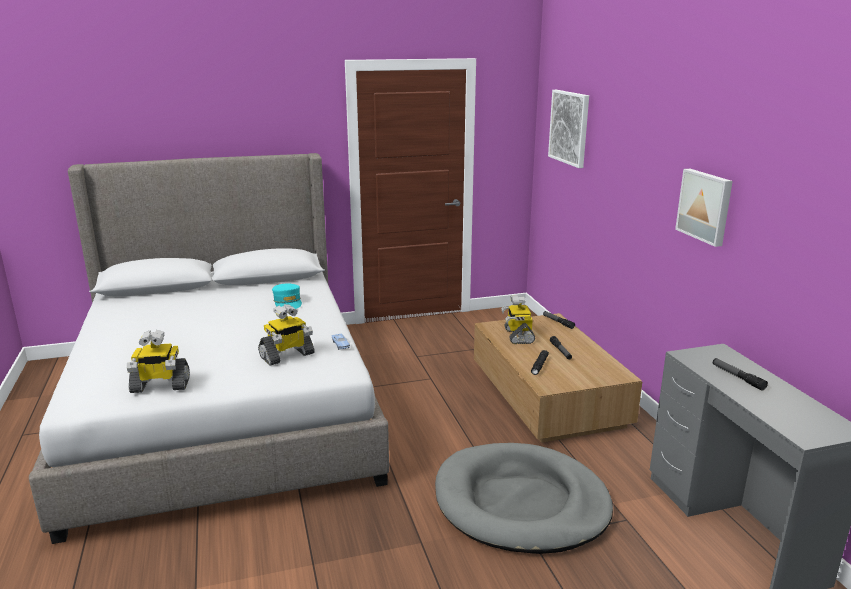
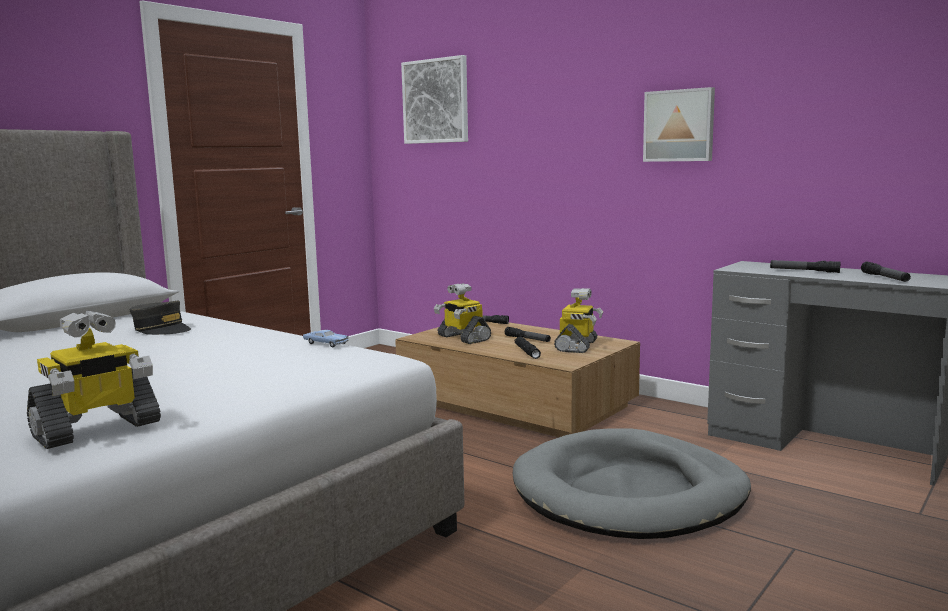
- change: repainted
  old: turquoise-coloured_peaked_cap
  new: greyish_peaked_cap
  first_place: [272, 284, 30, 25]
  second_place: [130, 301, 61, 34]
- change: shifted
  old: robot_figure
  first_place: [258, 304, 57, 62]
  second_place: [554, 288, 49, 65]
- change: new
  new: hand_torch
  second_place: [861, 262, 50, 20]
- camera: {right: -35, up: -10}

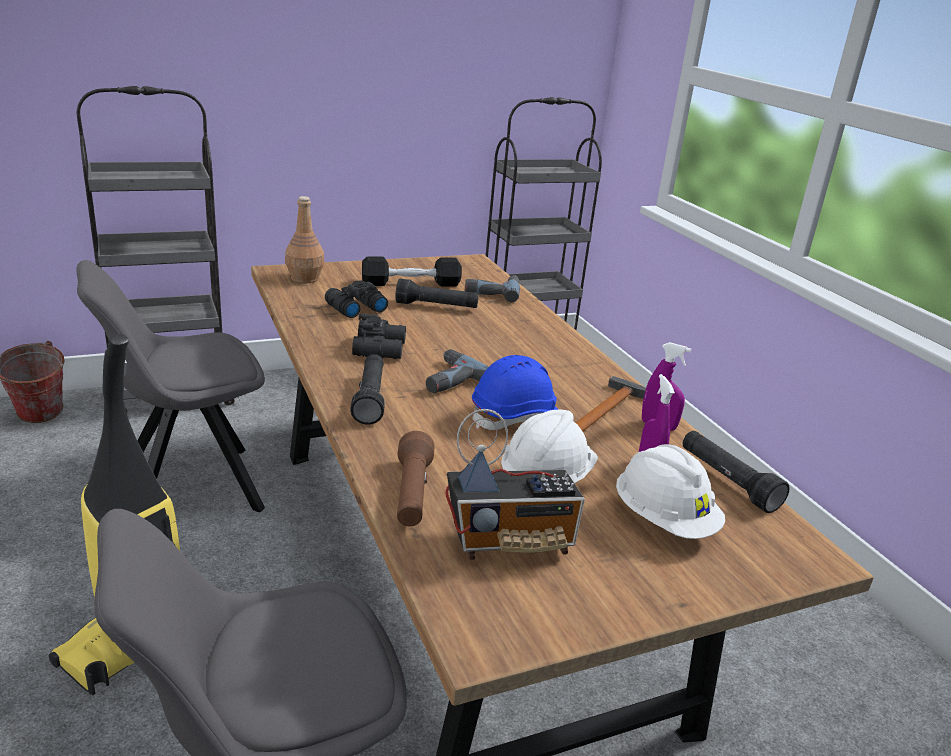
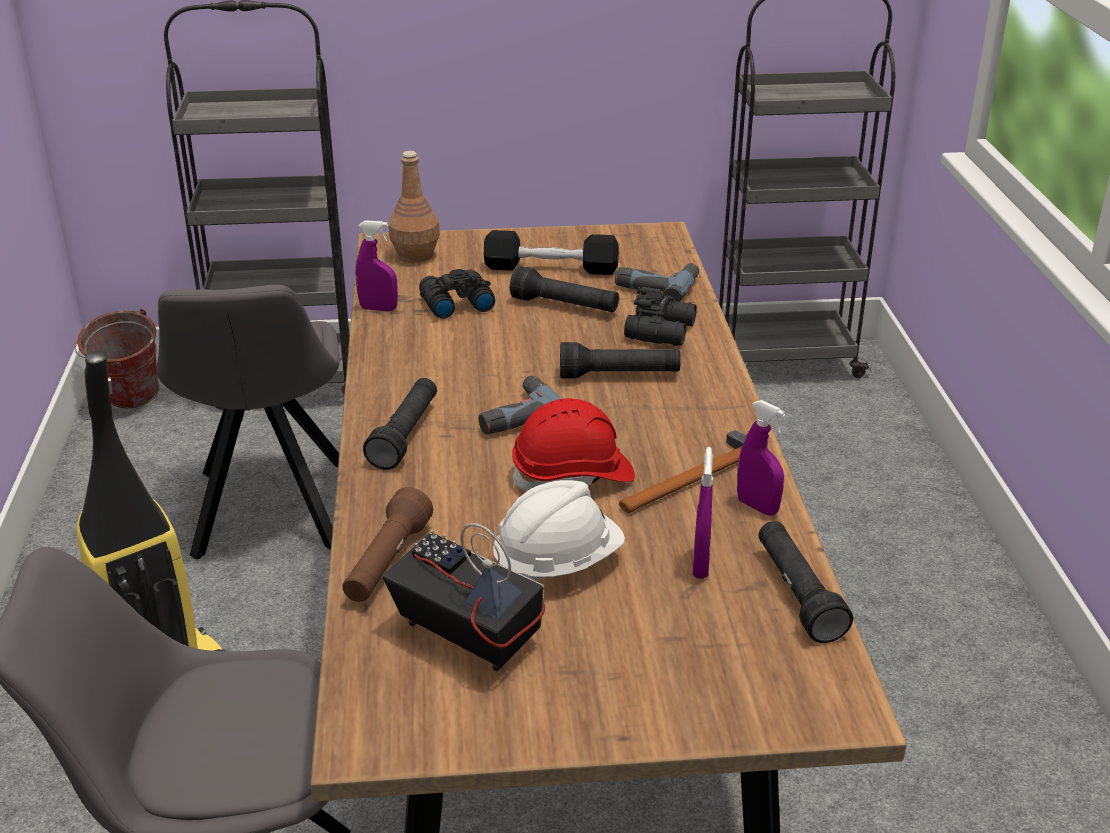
- change: rotated
  old: greyish_upright_chair
  first_place: [76, 260, 189, 252]
  second_place: [156, 285, 184, 275]
  degrees: -90
- change: shifted
  old: black_pair_of_binoculars
  first_place: [352, 313, 54, 46]
  second_place: [624, 286, 73, 60]
- change: repainted
  old: blue_safety_helmet
  new: reddish_safety_helmet
  first_place: [472, 355, 86, 75]
  second_place: [512, 398, 123, 93]
- change: rotated
  old: radio
  first_place: [446, 409, 139, 151]
  second_place: [382, 523, 163, 149]
  degrees: -150
- change: gone
  old: whitish_safety_helmet
  first_place: [616, 444, 109, 95]
- change: new
  new: purple_hand_sprayer
  second_place: [356, 220, 42, 91]
- change: new
  new: black_hand_torch
  second_place: [560, 342, 121, 36]
- camera: {right: 20, up: 5}

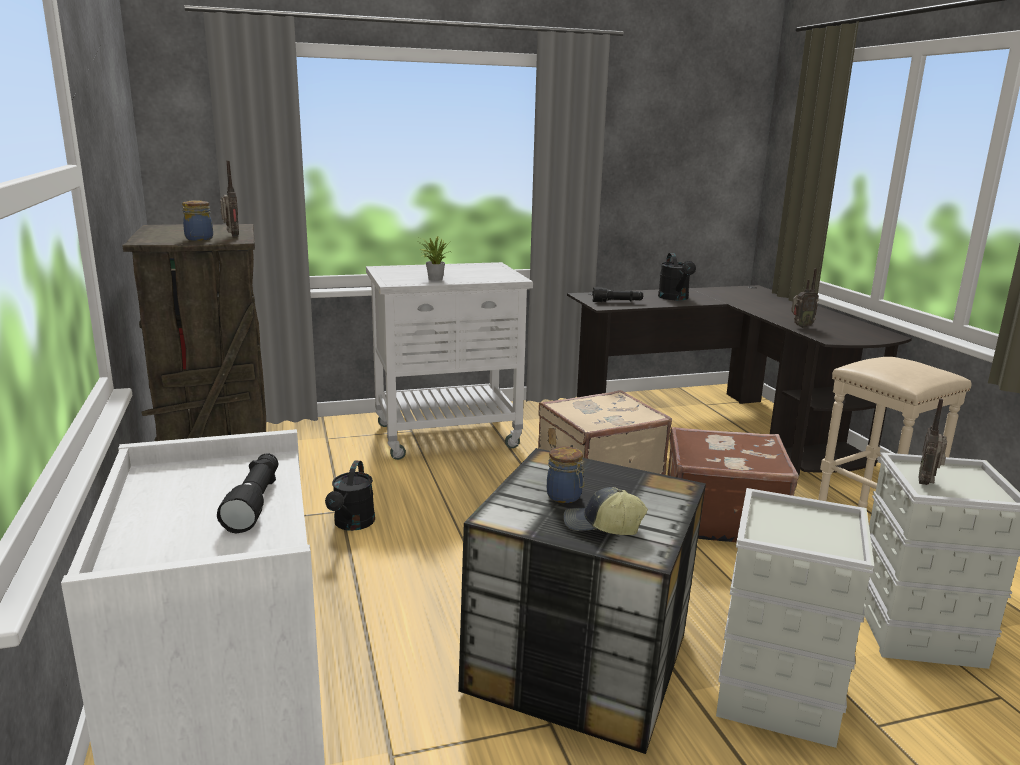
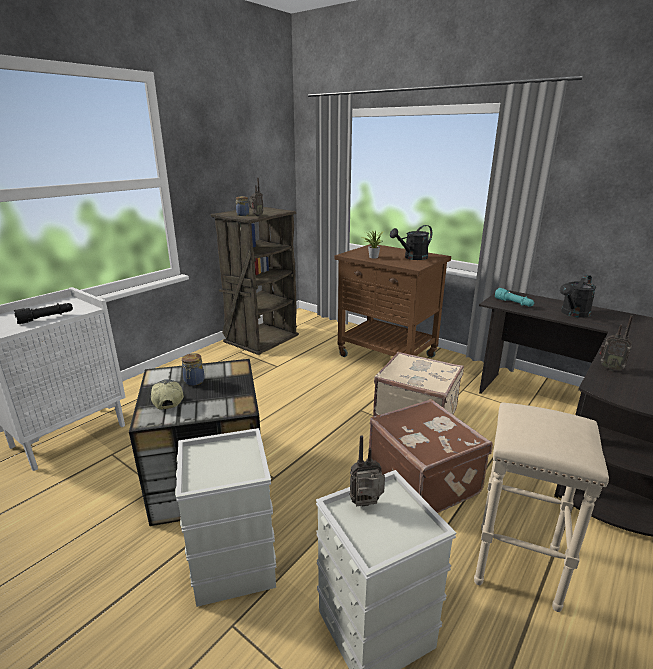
- change: repainted
  old: whitish_cart
  new: brown-coloured_cart
  first_place: [366, 262, 167, 198]
  second_place: [335, 244, 116, 114]
- change: repainted
  old: black_hand_torch
  new: turquoise-coloured_hand_torch
  first_place: [592, 287, 51, 15]
  second_place: [495, 288, 39, 19]
- change: shifted
  old: black_watering_can
  first_place: [325, 460, 50, 71]
  second_place: [390, 225, 42, 35]
- camera: {right: 55, up: 5}

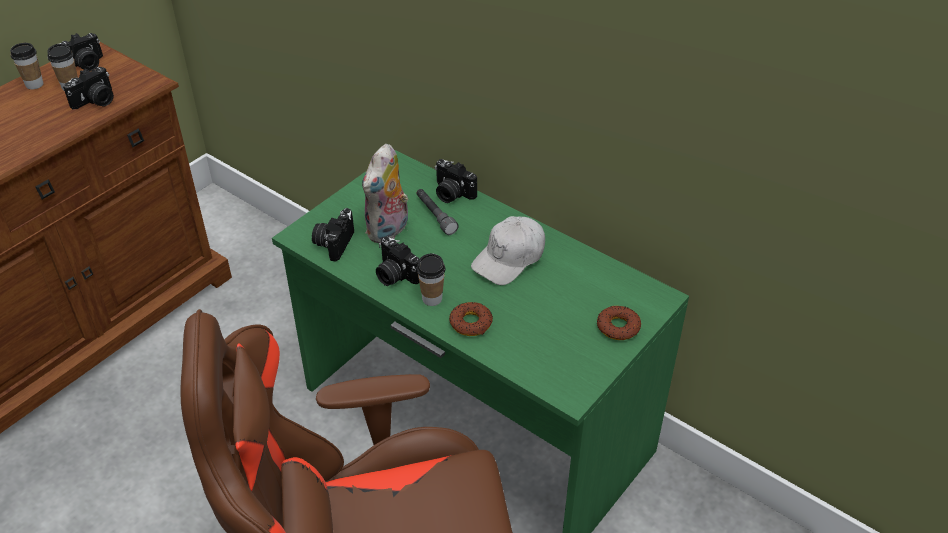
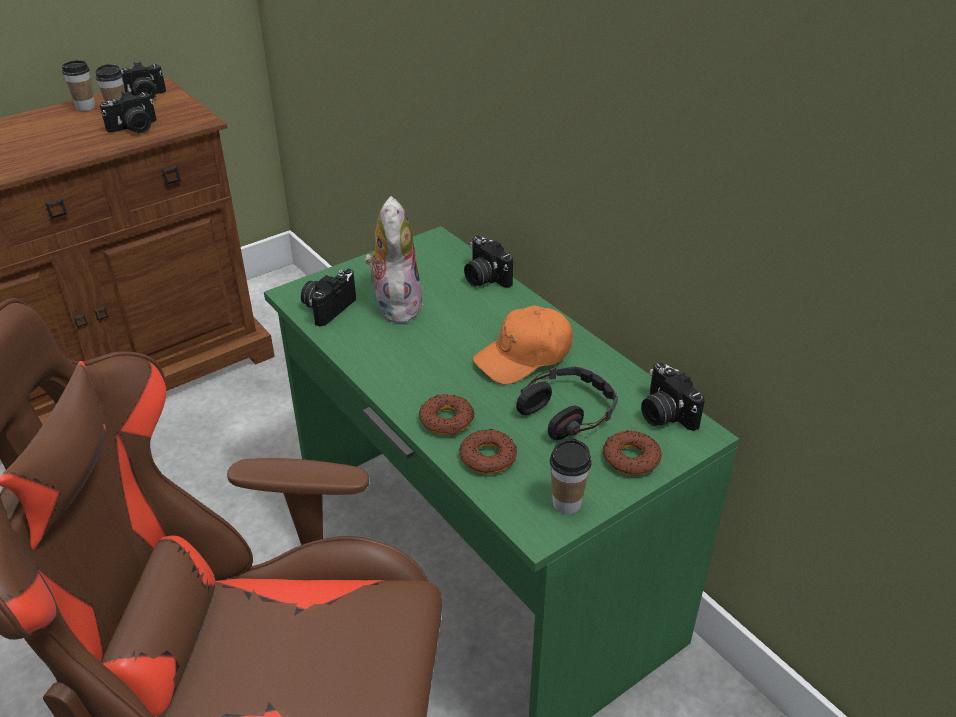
- change: rotated
  old: soft_toy
  first_place: [362, 144, 46, 99]
  second_place: [364, 196, 59, 128]
  degrees: 135
- change: gone
  old: greyish_hand_torch
  first_place: [416, 189, 43, 46]
- change: repainted
  old: whitish_peaked_cap
  new: orangey_peaked_cap
  first_place: [471, 216, 74, 69]
  second_place: [473, 306, 100, 79]
- change: shifted
  old: still_camera
  first_place: [376, 236, 43, 50]
  second_place: [641, 362, 64, 69]
- change: shifted
  old: drinking_cup
  first_place: [417, 253, 28, 53]
  second_place: [550, 439, 42, 75]
- change: new
  new: headphones
  second_place: [516, 366, 102, 74]
- change: new
  new: ring_doughnut
  second_place: [459, 429, 58, 45]
- camera: {right: 15, up: -5}

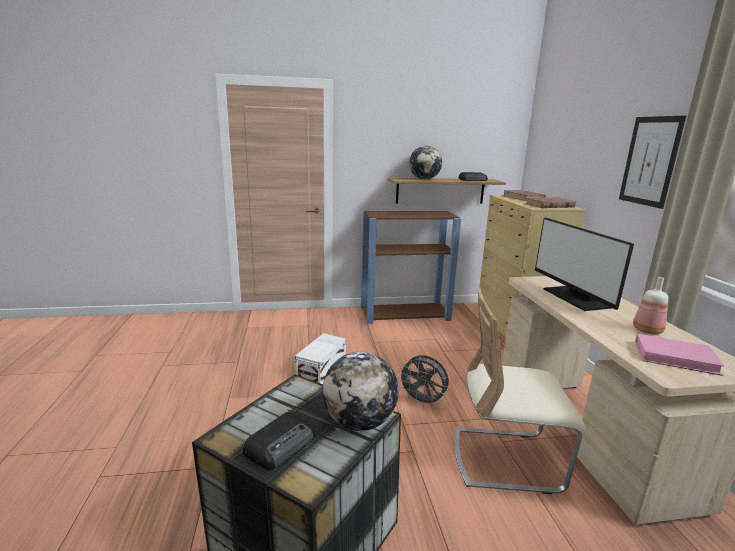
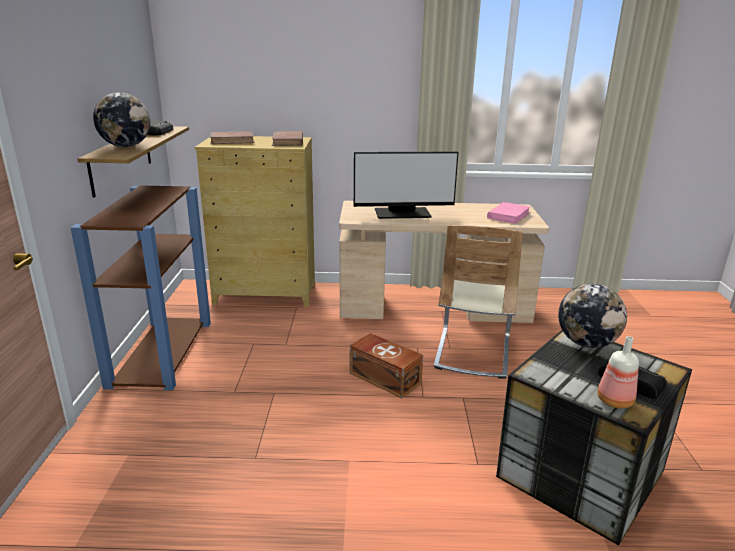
- change: gone
  old: wall_art
  first_place: [619, 115, 67, 94]
- change: shifted
  old: bottle
  first_place: [633, 277, 35, 57]
  second_place: [597, 336, 42, 73]
- change: gone
  old: whitish_storage_container
  first_place: [295, 333, 51, 51]
- change: swapped
  old: greyish_cooling_fan
  new: brown-coloured_storage_container
  first_place: [397, 355, 52, 52]
  second_place: [350, 333, 73, 65]
- camera: {right: -80, up: 5}

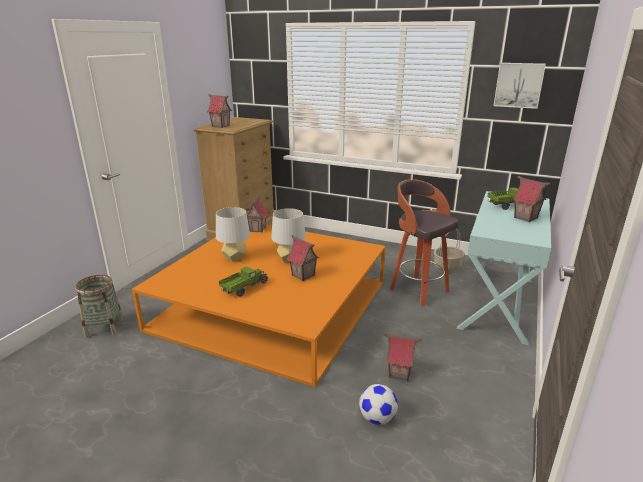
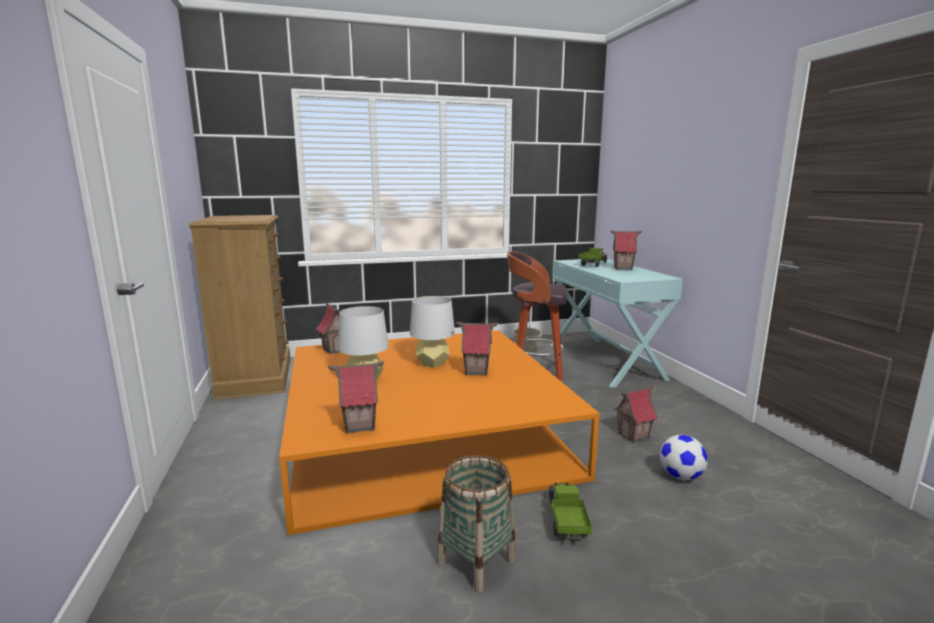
- change: gone
  old: wall_art
  first_place: [494, 63, 52, 46]
- change: shifted
  old: miniature_house
  first_place: [207, 94, 25, 34]
  second_place: [328, 361, 56, 73]
- change: shifted
  old: toy_truck
  first_place: [219, 267, 50, 30]
  second_place: [548, 483, 44, 58]
- change: shifted
  old: household_basket
  first_place: [76, 275, 48, 63]
  second_place: [437, 455, 79, 138]
- camera: {right: -40, up: -10}

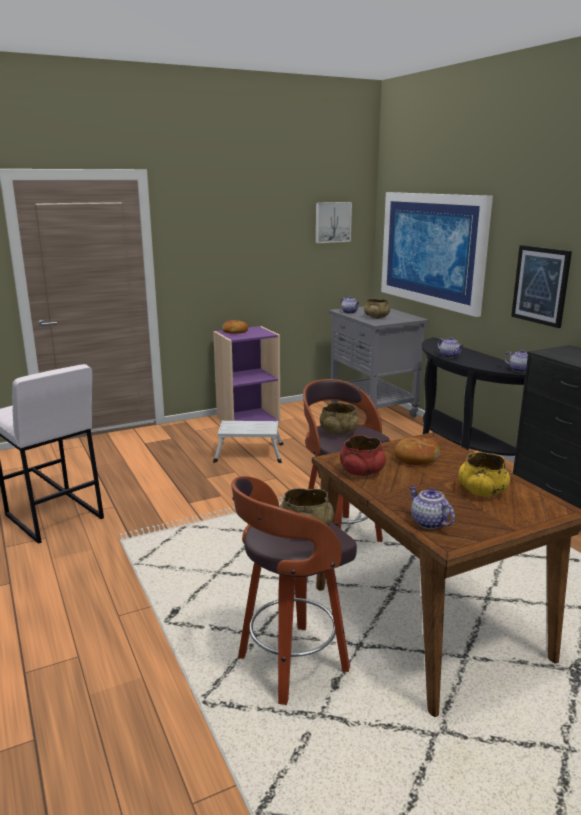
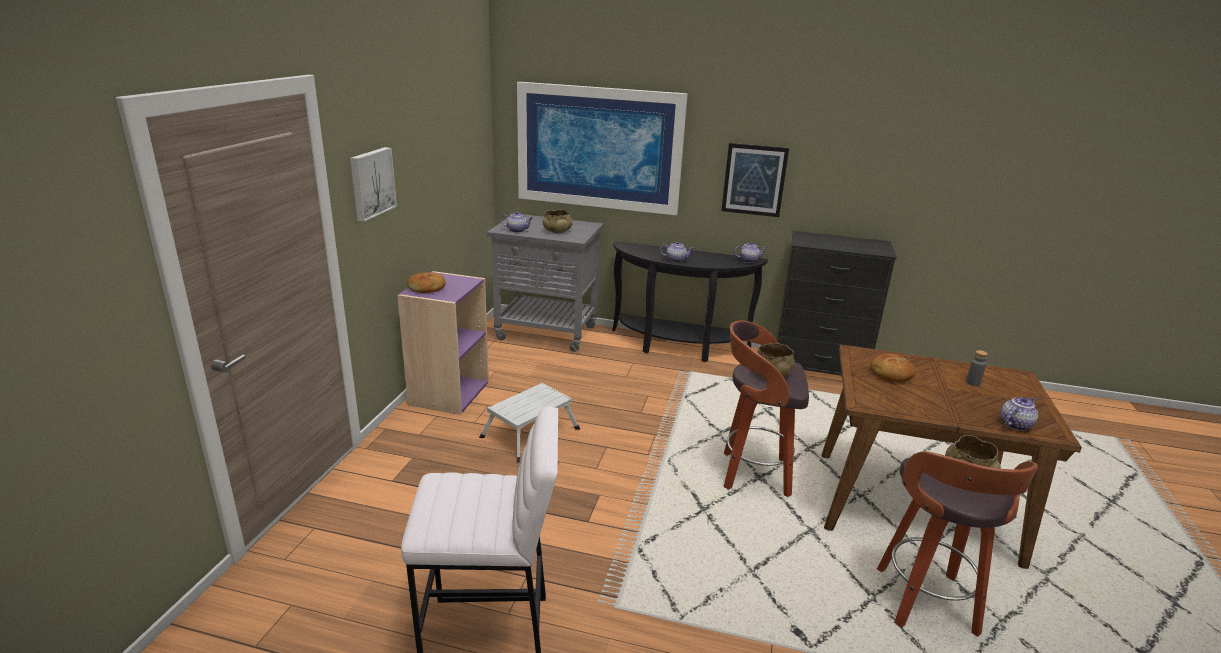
- change: shifted
  old: wall_art
  first_place: [316, 202, 36, 41]
  second_place: [350, 147, 47, 75]
- change: gone
  old: reddish_serving_bowl
  first_place: [340, 435, 46, 41]
- change: swapped
  old: yellowish_serving_bowl
  new: greyish_bottle
  first_place: [458, 452, 52, 44]
  second_place: [966, 350, 22, 36]
- change: rotated
  old: teapot
  first_place: [409, 486, 46, 43]
  second_place: [1001, 397, 37, 34]
  degrees: 135
- camera: {right: -50, up: 5}

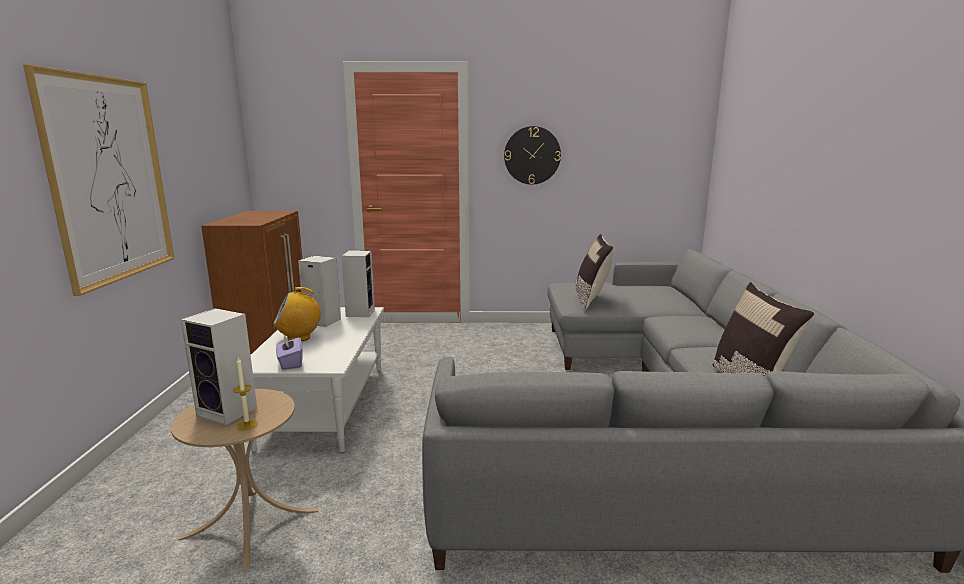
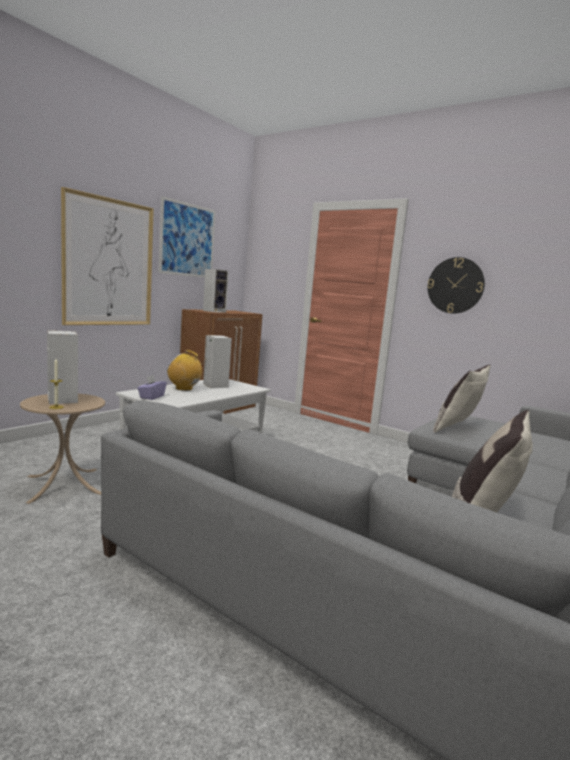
- change: shifted
  old: loudspeaker
  first_place: [341, 251, 34, 66]
  second_place: [203, 268, 26, 45]
- change: new
  new: wall_art
  second_place: [158, 196, 58, 82]
- camera: {right: 35, up: -5}

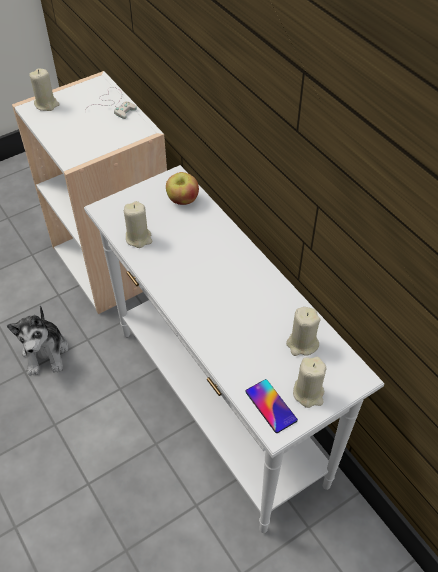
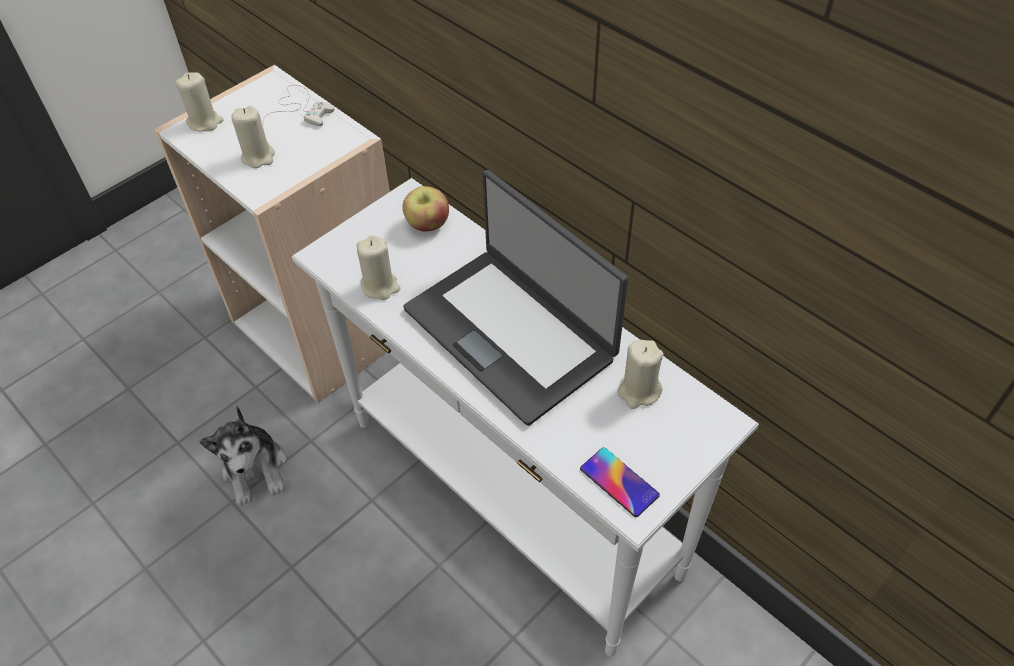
- change: shifted
  old: sand-coloured_wax_light
  first_place: [293, 357, 33, 51]
  second_place: [231, 106, 44, 62]
- change: new
  new: laptop
  second_place: [403, 170, 225, 256]
- camera: {right: -10, up: 0}

